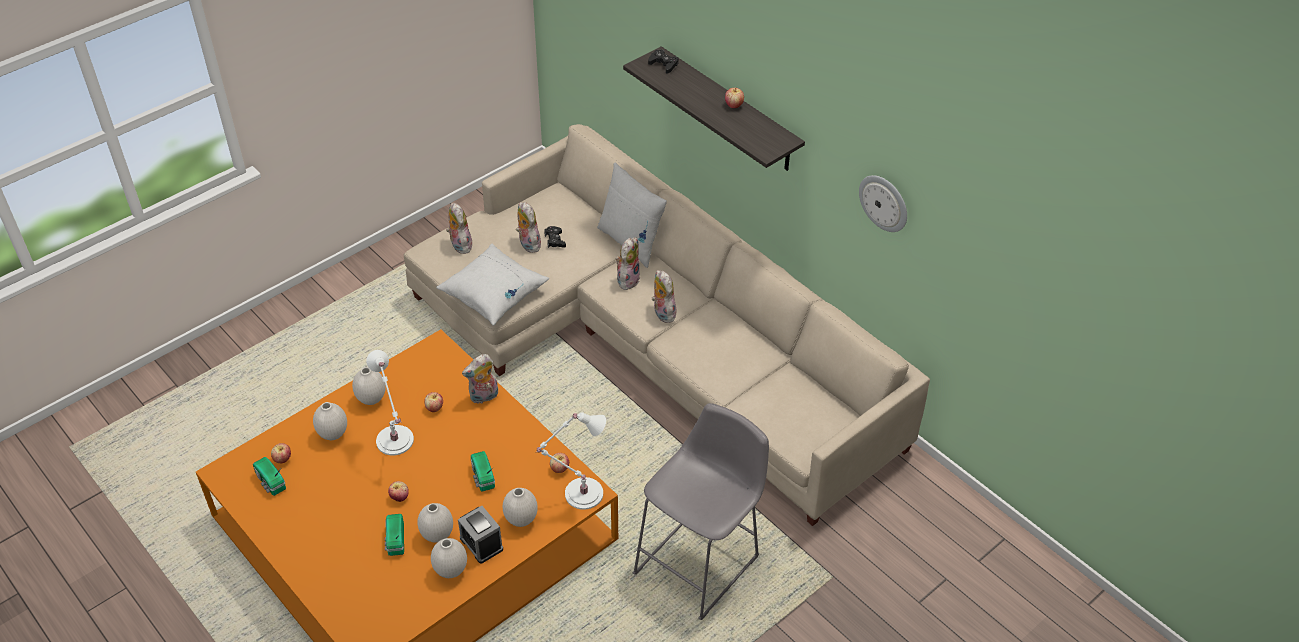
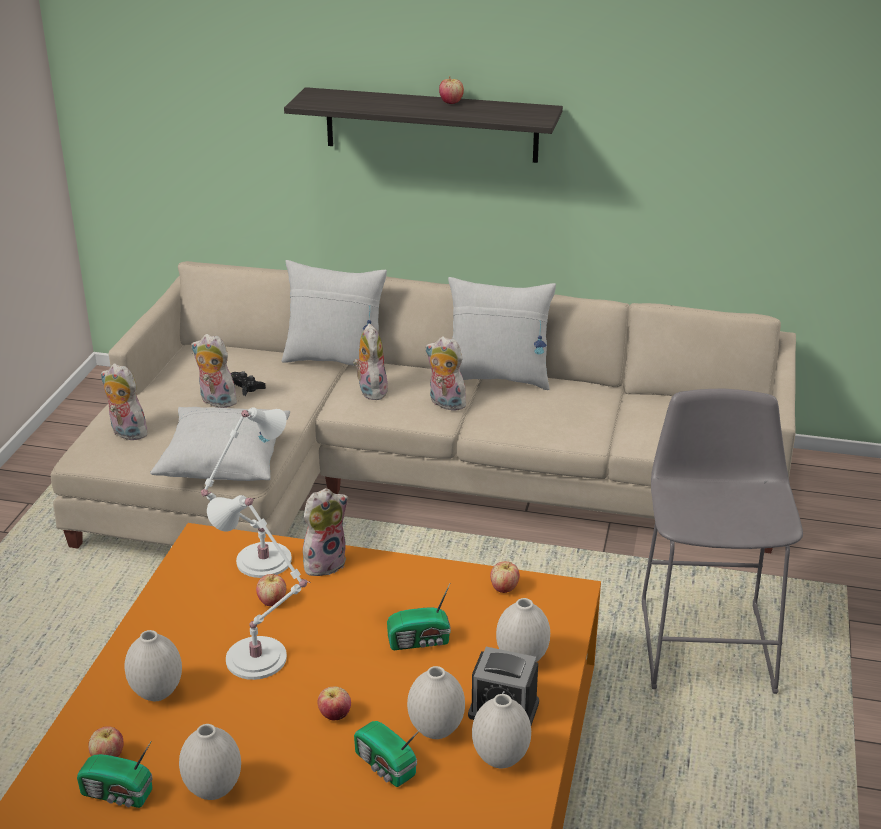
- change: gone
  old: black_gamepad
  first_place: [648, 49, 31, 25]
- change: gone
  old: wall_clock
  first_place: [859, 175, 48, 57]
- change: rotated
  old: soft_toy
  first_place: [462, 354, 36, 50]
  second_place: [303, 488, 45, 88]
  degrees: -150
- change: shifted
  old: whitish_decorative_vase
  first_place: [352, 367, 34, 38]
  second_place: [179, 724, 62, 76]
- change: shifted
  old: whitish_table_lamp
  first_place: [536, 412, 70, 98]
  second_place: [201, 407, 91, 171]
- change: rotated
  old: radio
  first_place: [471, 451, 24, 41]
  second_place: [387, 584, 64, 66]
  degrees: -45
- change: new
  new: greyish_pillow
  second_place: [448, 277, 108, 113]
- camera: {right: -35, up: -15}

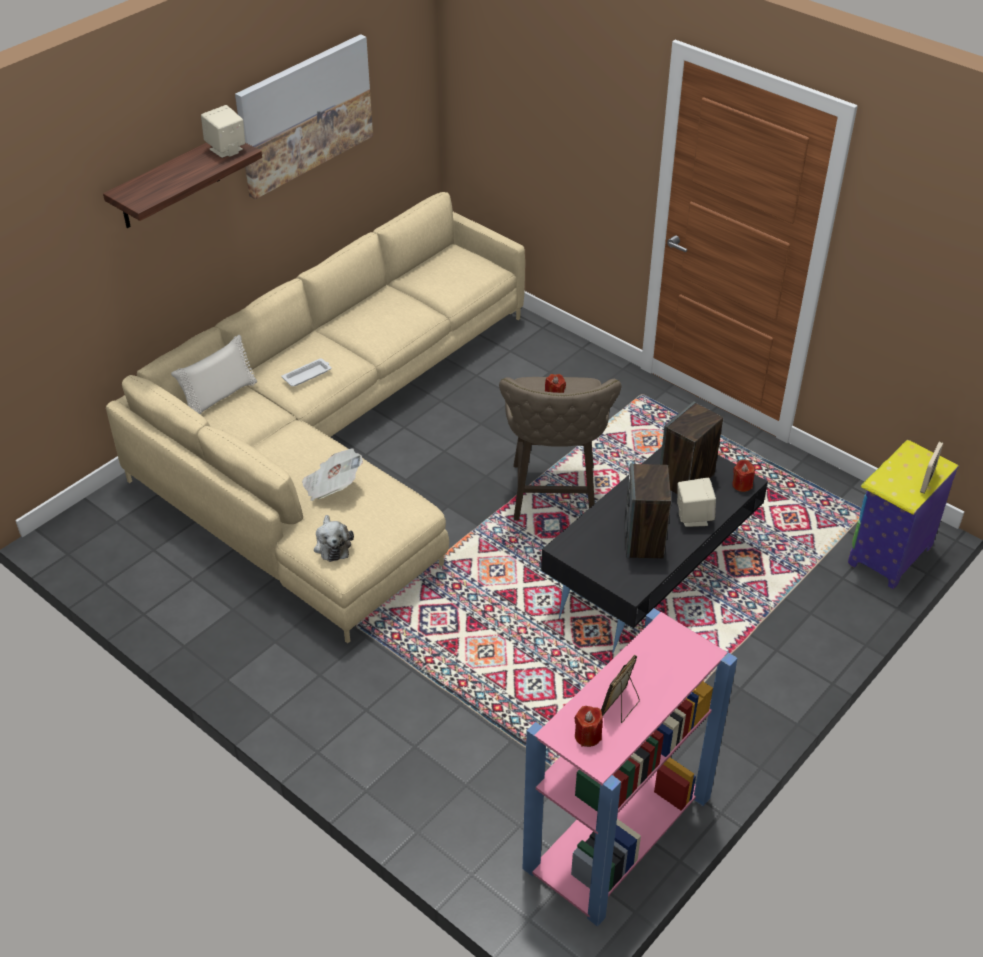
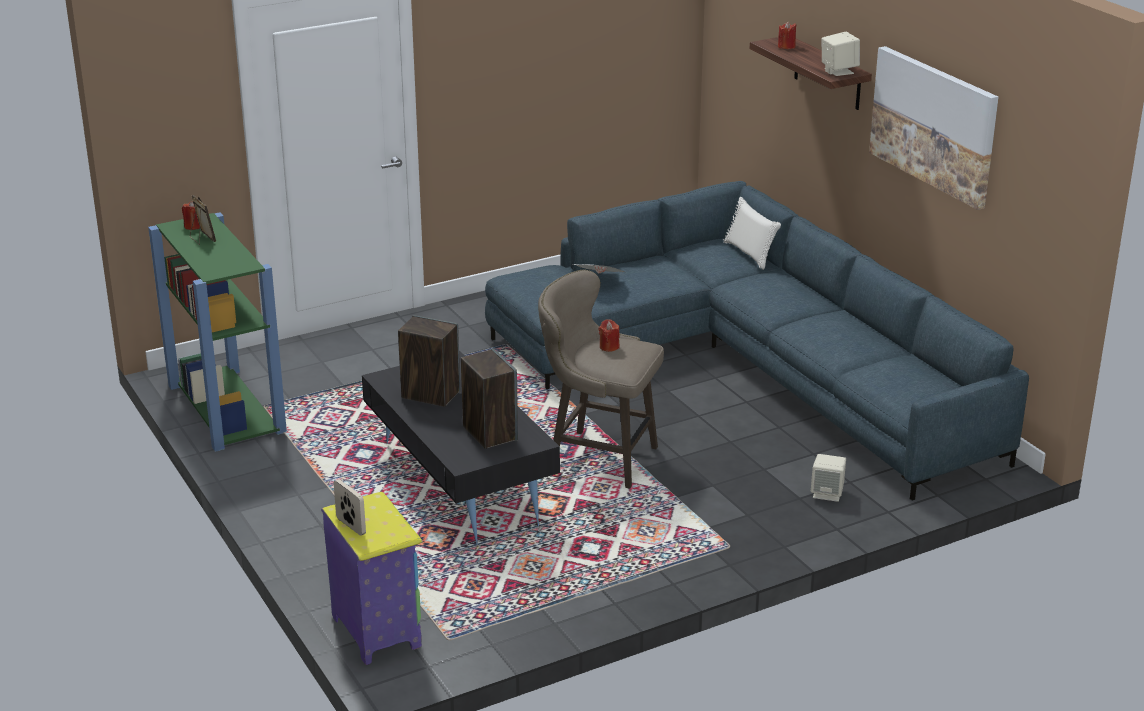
- change: repainted
  old: sand-coloured_settee
  new: blue_settee
  first_place: [106, 192, 419, 451]
  second_place: [485, 181, 544, 320]
- change: gone
  old: whitish_carrying_tray
  first_place: [281, 358, 51, 29]
- change: shifted
  old: reddish_wax_light
  first_place: [732, 460, 23, 32]
  second_place: [778, 21, 19, 28]
- change: shifted
  old: sand-coloured_loudspeaker
  first_place: [677, 478, 39, 49]
  second_place: [811, 454, 35, 48]
- change: gone
  old: soft_toy
  first_place: [314, 515, 40, 47]
- change: repainted
  old: pinkish_shelving_unit
  new: green-coloured_shelving_unit
  first_place: [522, 608, 216, 319]
  second_place: [148, 212, 139, 240]
- camera: {right: 110, up: -15}

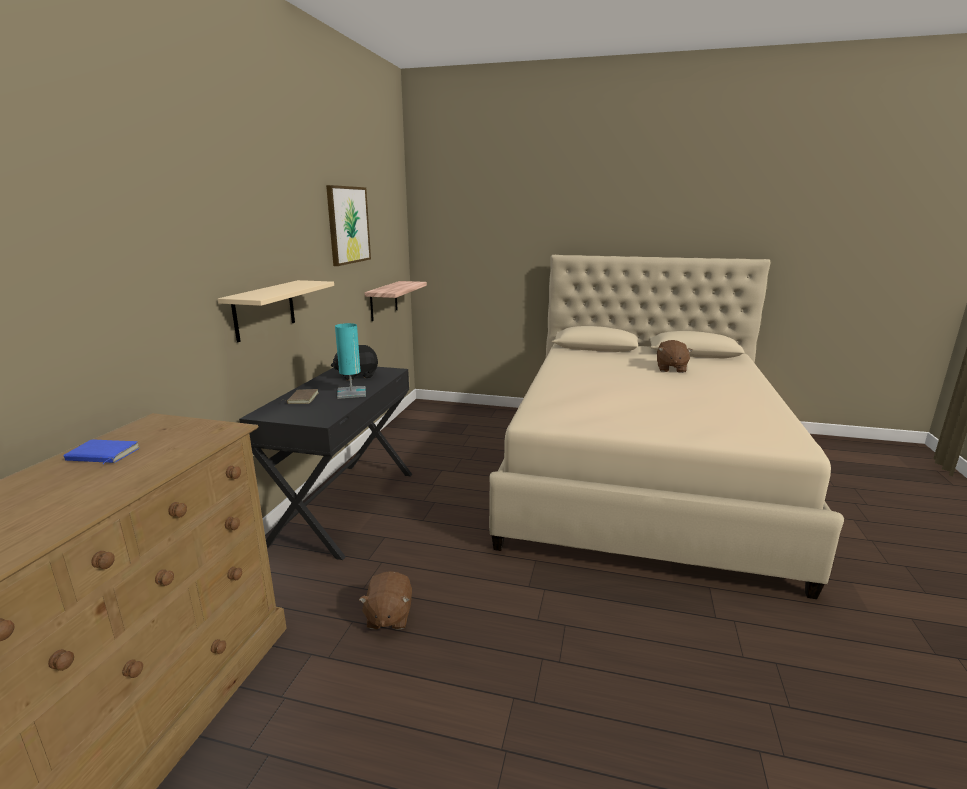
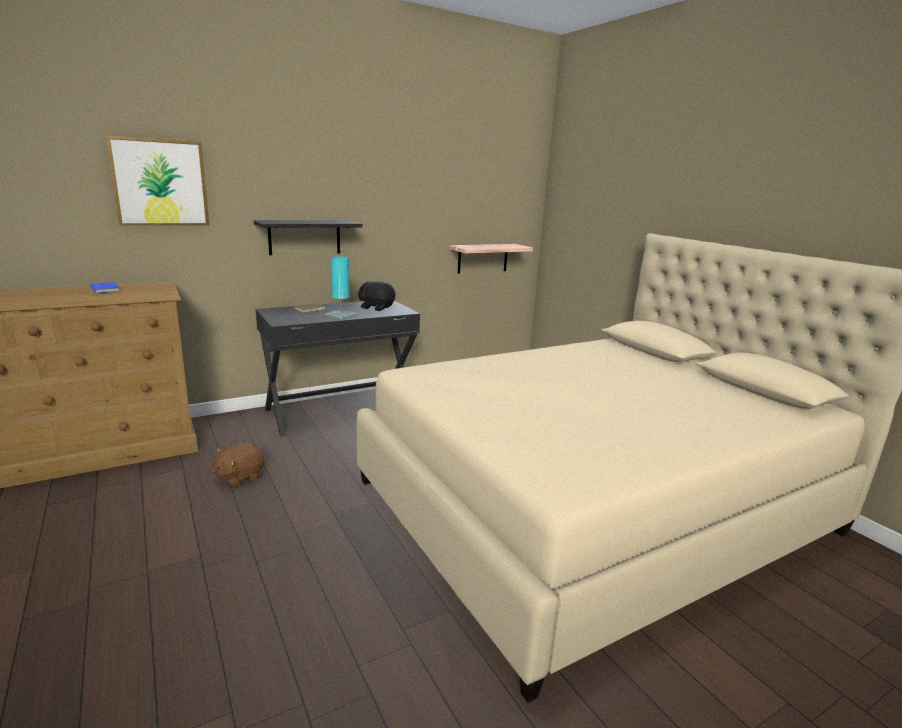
- change: shifted
  old: wall_art
  first_place: [326, 185, 45, 81]
  second_place: [106, 136, 103, 90]
- change: repainted
  old: sand-coloured_bracket_shelf
  new: black_bracket_shelf
  first_place: [218, 280, 116, 62]
  second_place: [254, 220, 109, 35]
- change: gone
  old: brown-coloured_soft_toy
  first_place: [657, 340, 36, 33]
- camera: {right: 45, up: 0}

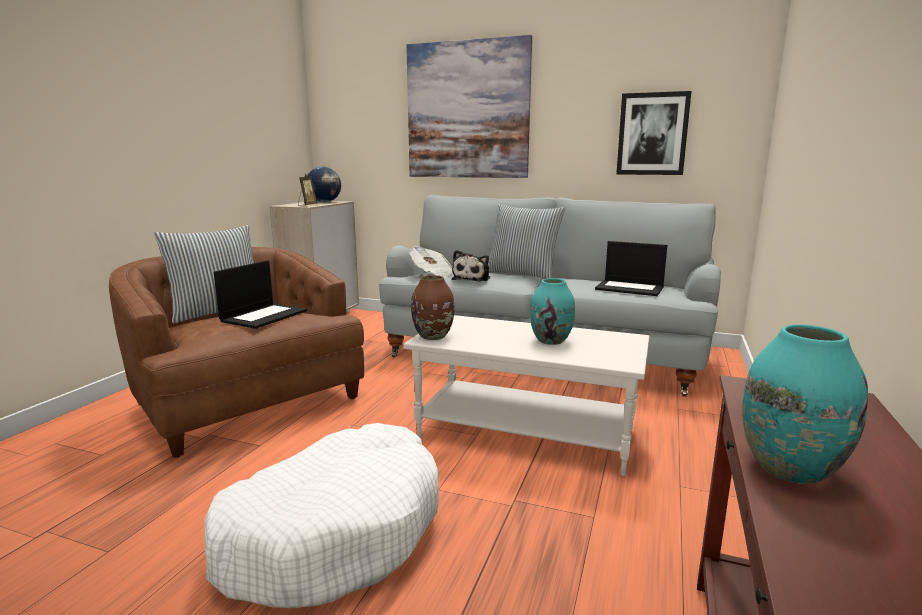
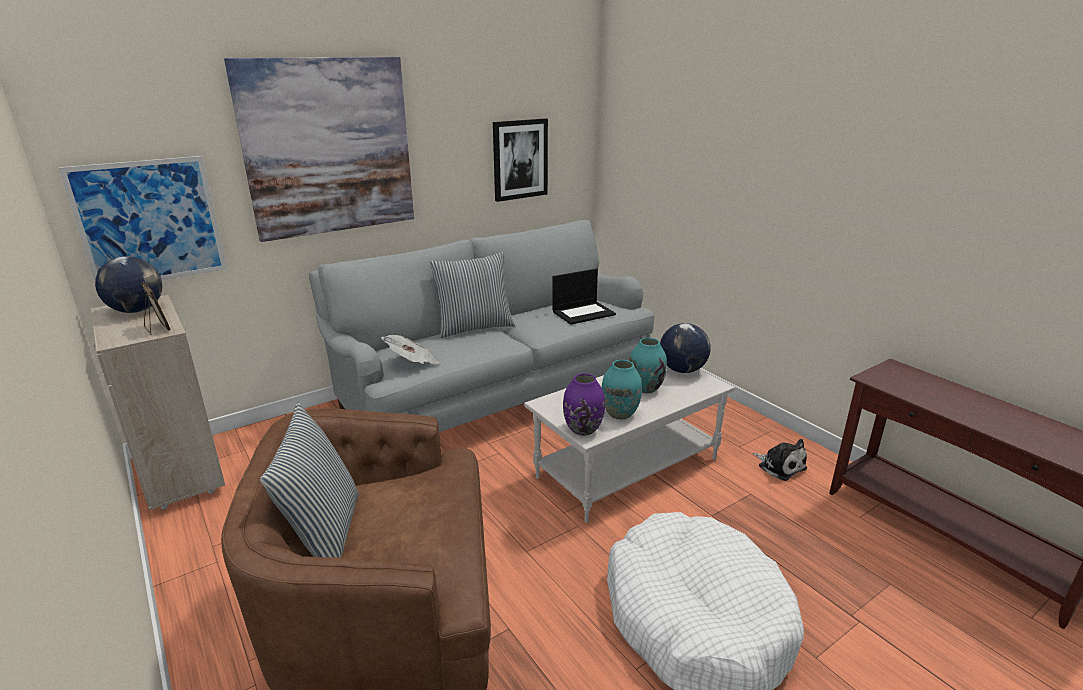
- change: shifted
  old: soft_toy
  first_place: [452, 250, 38, 32]
  second_place: [753, 439, 54, 42]
- change: gone
  old: laptop
  first_place: [214, 260, 93, 69]
- change: repainted
  old: brown-coloured_decorative_vase
  new: purple_decorative_vase
  first_place: [411, 275, 43, 65]
  second_place: [563, 373, 42, 63]
- change: shifted
  old: turquoise-coloured_decorative_vase
  first_place: [742, 325, 126, 159]
  second_place: [601, 360, 41, 60]
- change: new
  new: wall_art
  second_place: [59, 156, 168, 125]
- change: new
  new: world_globe
  second_place: [660, 323, 51, 50]
- camera: {right: -55, up: 10}

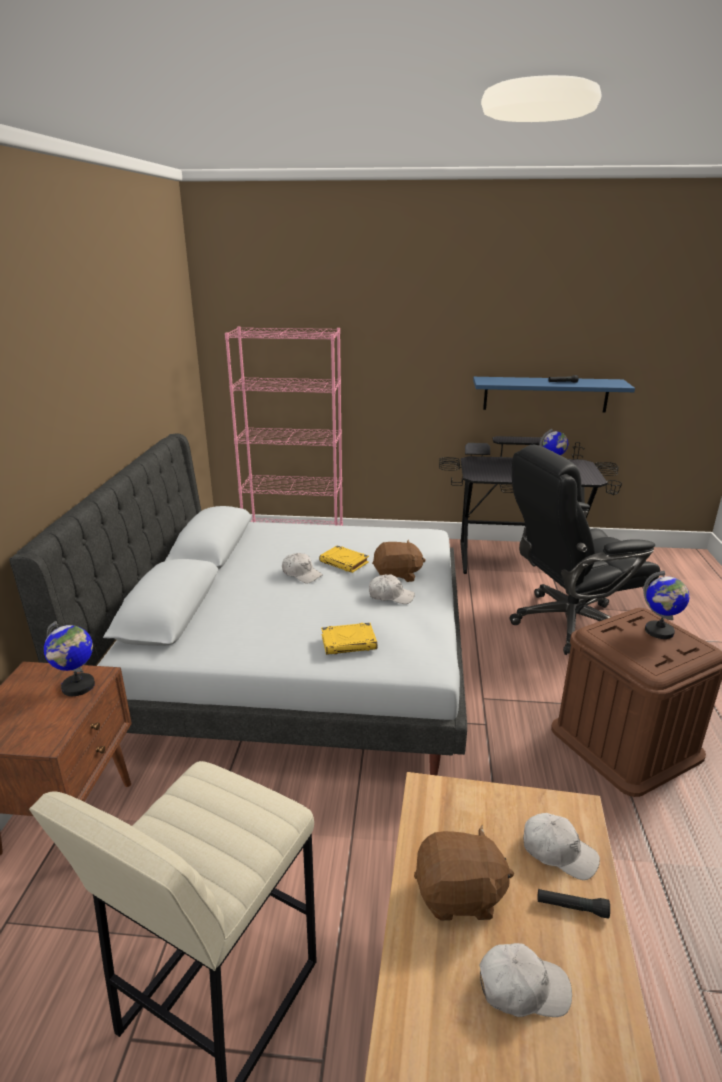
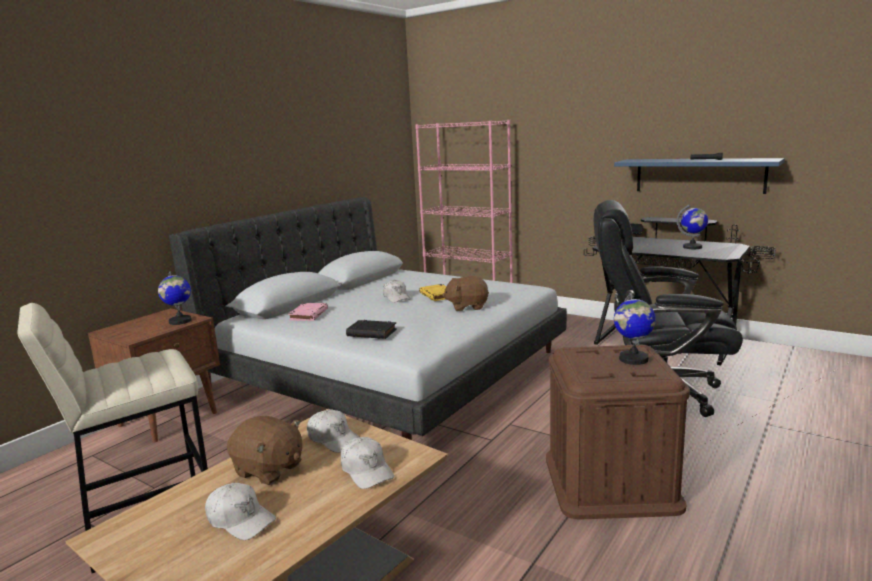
- change: rotated
  old: brown-coloured_soft_toy
  first_place: [372, 540, 54, 42]
  second_place: [442, 276, 47, 35]
  degrees: 150
- change: shifted
  old: whitish_peaked_cap
  first_place: [369, 574, 46, 30]
  second_place: [307, 410, 53, 43]
- change: repainted
  old: yellowish_volume
  new: black_volume
  first_place: [321, 623, 56, 32]
  second_place: [346, 320, 51, 19]
- change: gone
  old: black_hand_torch
  first_place: [538, 889, 72, 30]
- change: new
  new: pinkish_volume
  second_place: [288, 303, 40, 18]
- camera: {right: 30, up: -10}

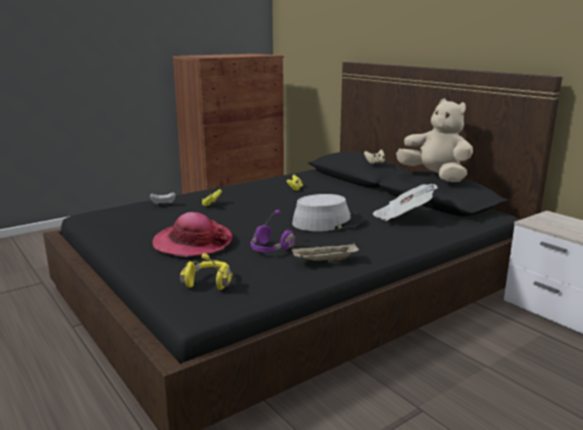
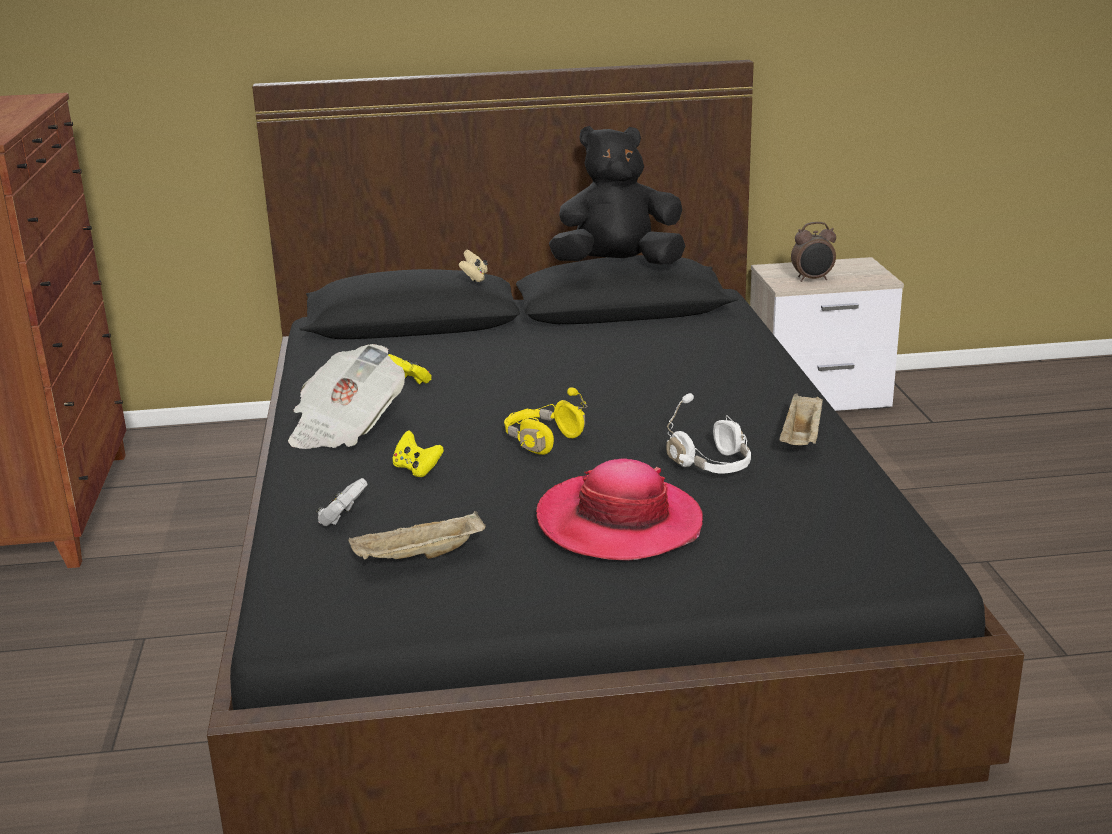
- change: repainted
  old: sand-coloured_soft_toy
  new: black_soft_toy
  first_place: [396, 99, 77, 83]
  second_place: [549, 126, 136, 139]
- change: shifted
  old: newspaper
  first_place: [373, 184, 65, 37]
  second_place: [288, 344, 117, 105]
- change: gone
  old: greyish_wearable_hat
  first_place: [292, 194, 72, 37]
- change: repainted
  old: purple_headphones
  new: whitish_headphones
  first_place: [251, 210, 45, 42]
  second_place: [666, 393, 85, 81]
- change: shifted
  old: yellowish_headphones
  first_place: [180, 253, 53, 37]
  second_place: [504, 387, 84, 68]
- change: new
  new: alarm_clock
  second_place: [791, 222, 45, 60]
- change: new
  new: sand-coloured_carrying_tray
  second_place: [349, 511, 136, 48]
- camera: {right: -60, up: 5}

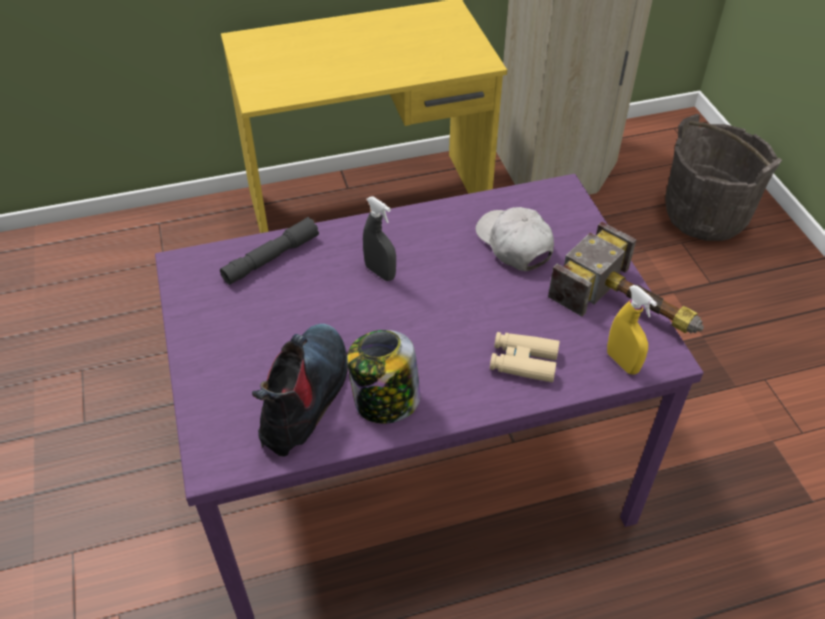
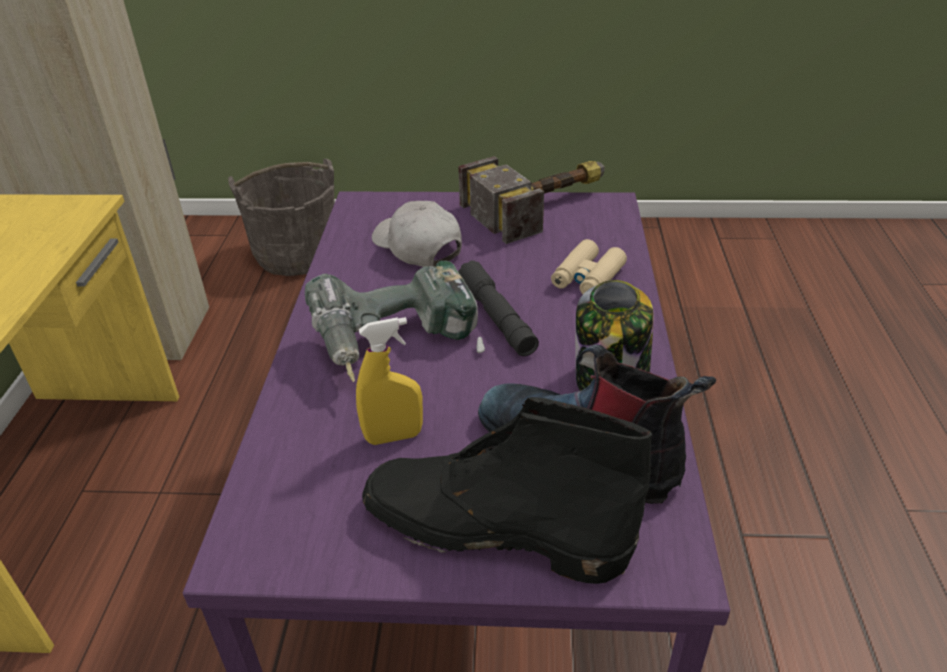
- change: swapped
  old: greyish_hand_sprayer
  new: drill
  first_place: [363, 197, 33, 84]
  second_place: [305, 261, 180, 121]
- change: rotated
  old: whitish_peaked_cap
  first_place: [476, 207, 78, 64]
  second_place: [372, 201, 90, 66]
  degrees: 60
- change: shifted
  old: greyish_hand_torch
  first_place: [220, 217, 99, 68]
  second_place: [458, 260, 81, 96]
- change: shifted
  old: yellowish_hand_sprayer
  first_place: [607, 285, 50, 90]
  second_place: [356, 317, 67, 128]
- change: new
  new: black_tall_boot
  second_place: [362, 397, 290, 187]
- camera: {right: -70, up: -10}

